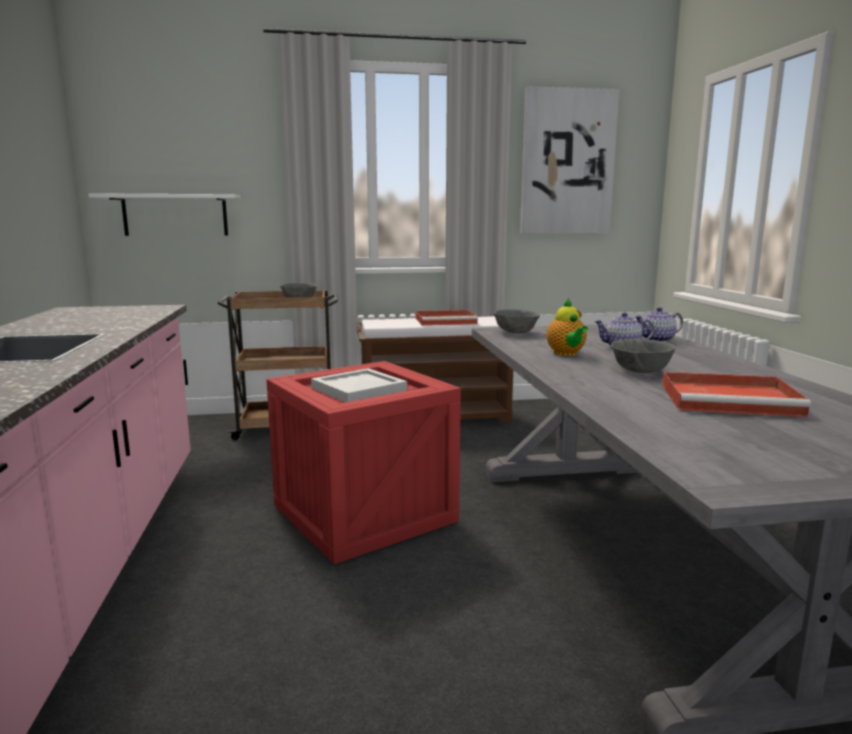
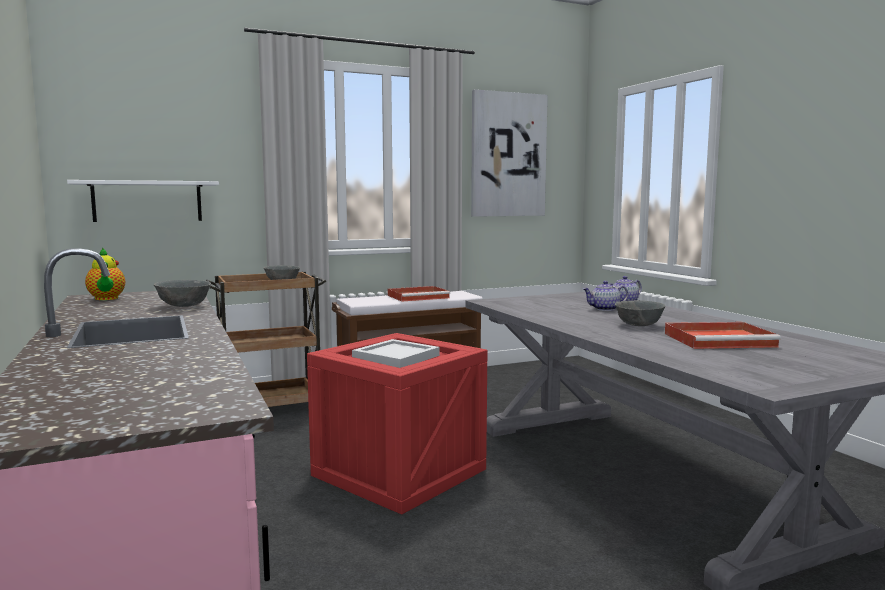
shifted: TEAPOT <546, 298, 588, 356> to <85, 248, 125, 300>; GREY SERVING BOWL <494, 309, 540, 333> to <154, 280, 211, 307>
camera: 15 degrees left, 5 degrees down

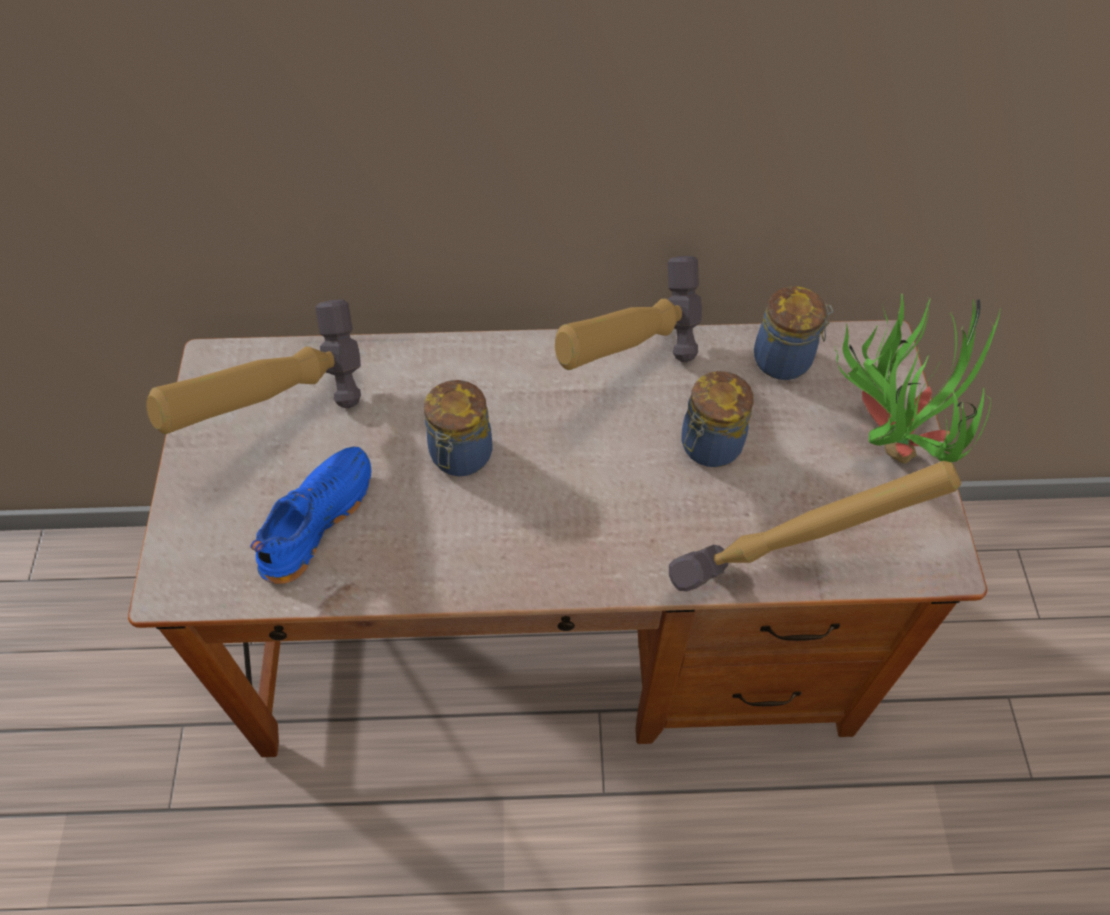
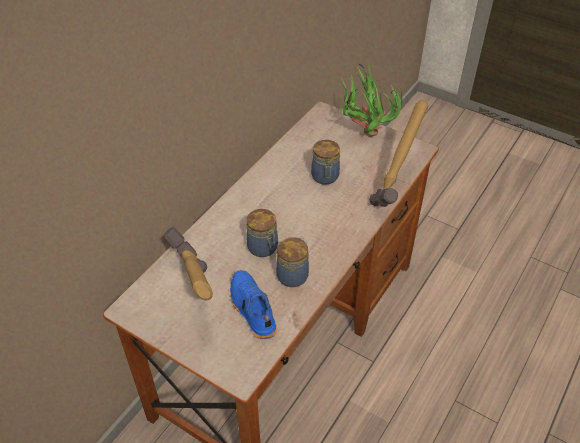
gone: TOOL HAMMER <555, 256, 702, 370>
shifted: JAR <754, 286, 833, 380> to <276, 237, 309, 287>
camera: 55 degrees left, 10 degrees down

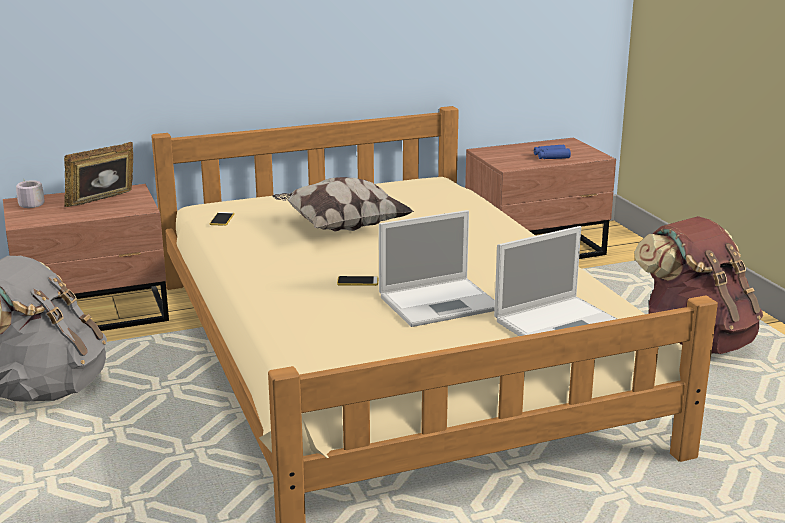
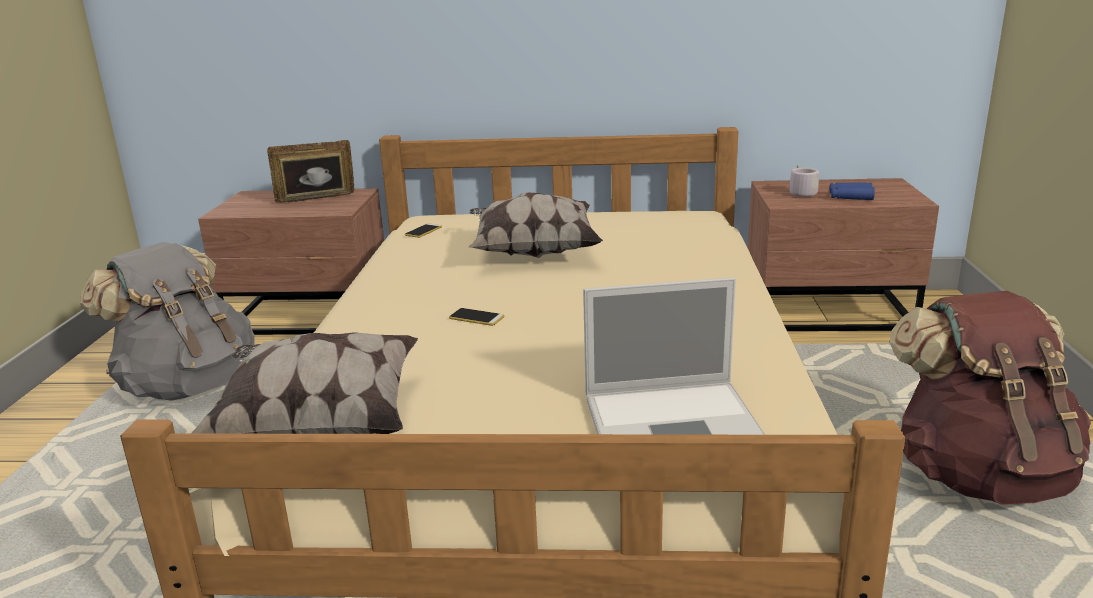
gone: PORTABLE COMPUTER <379, 210, 495, 327>
new: PILLOW <192, 332, 418, 434>
shifted: GREY MUG <16, 180, 45, 212> to <789, 165, 819, 197>
camera: 25 degrees right, 0 degrees up

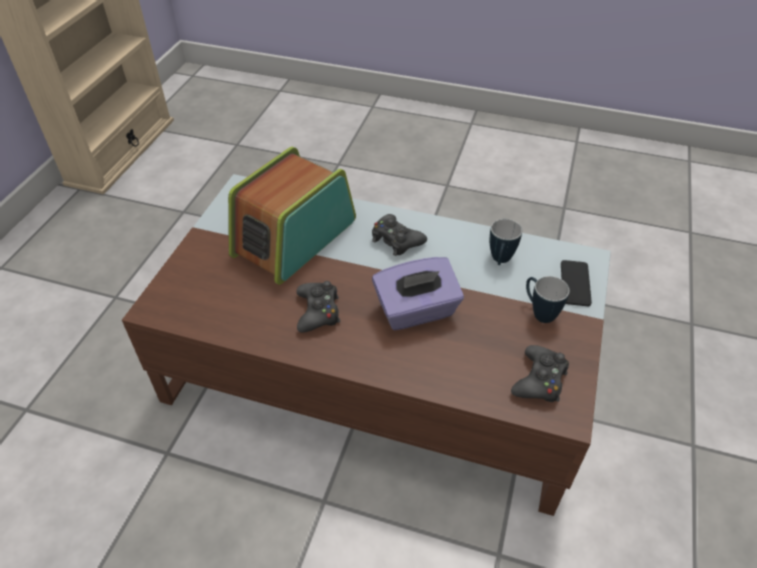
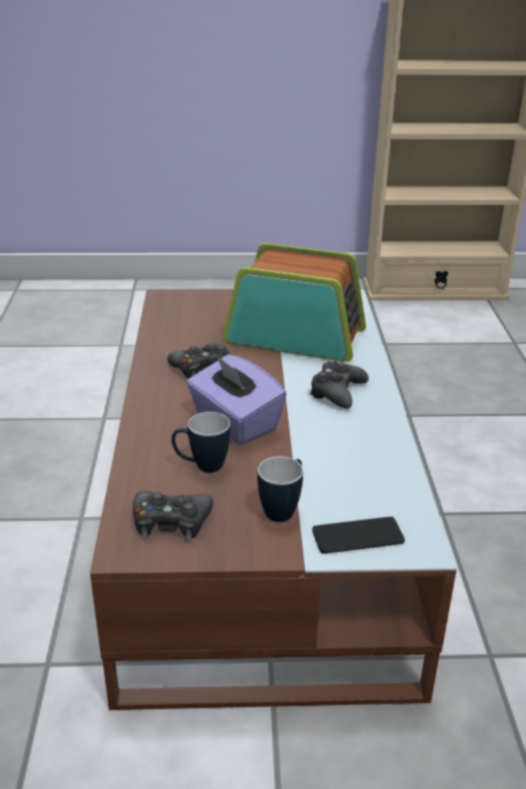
shifted: MUG <490, 219, 522, 265> to <171, 412, 230, 473>
camera: 70 degrees right, 15 degrees down

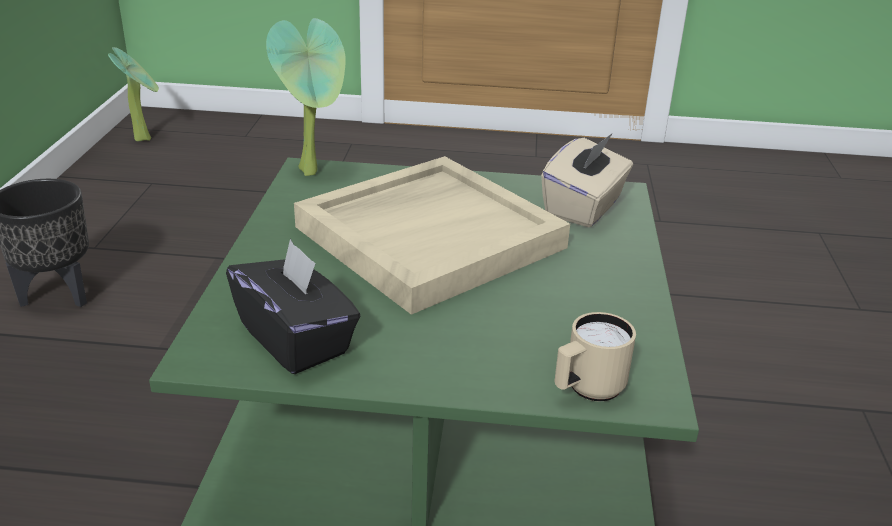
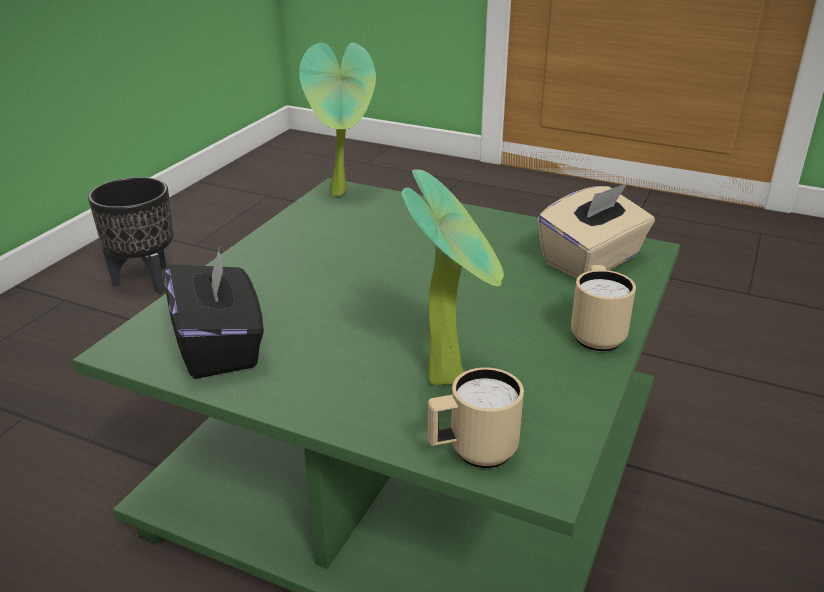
gone: SAND-COLOURED SERVING TRAY <294, 156, 570, 315>
new: SAND-COLOURED MUG <571, 265, 636, 352>
shifted: POTTED PLANT <108, 47, 159, 141> to <402, 169, 504, 385>
camera: 20 degrees right, 0 degrees up

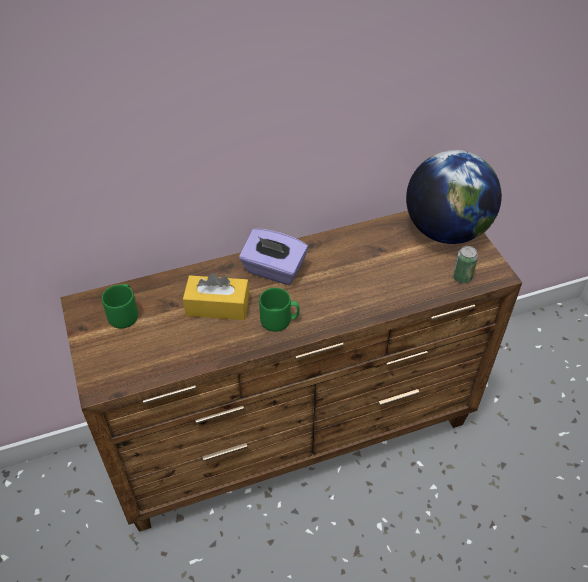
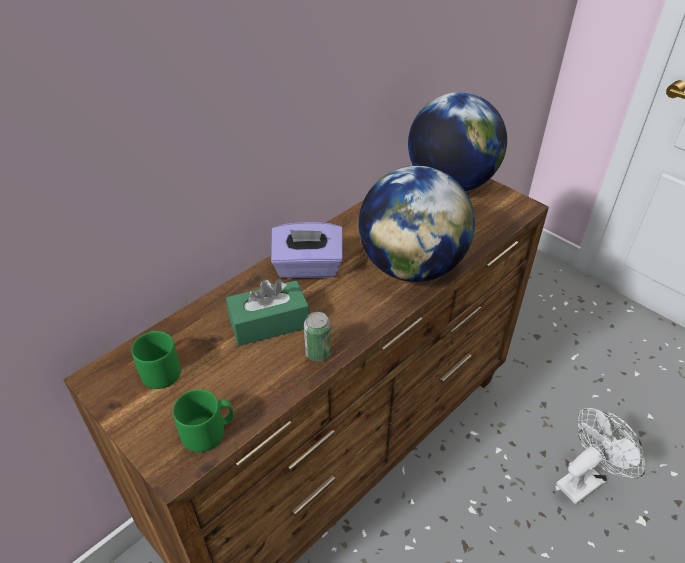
new: GLOBE <358, 166, 475, 282>; WHITE-COLOURED FAN <556, 408, 645, 505>
shifted: CAN <453, 246, 478, 283> to <304, 312, 331, 361>; GREEN-COLOURED MUG <259, 288, 300, 332> to <173, 389, 233, 453>
repainted: YELLOW TISSUE HOLDER <183, 273, 249, 320> to GREEN-COLOURED TISSUE HOLDER <226, 279, 309, 346>
camera: 25 degrees left, 5 degrees down

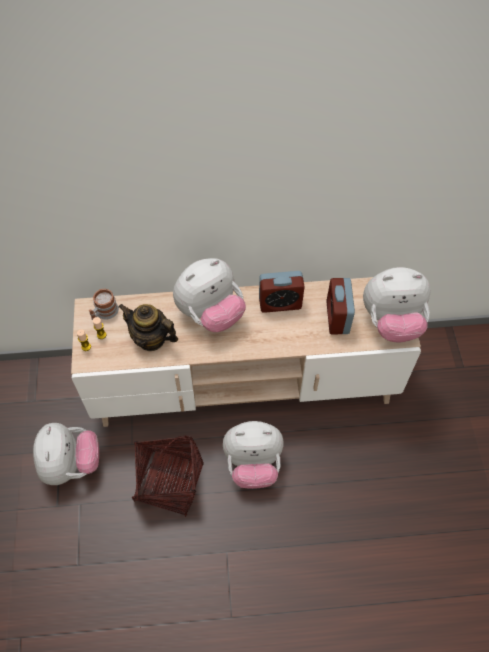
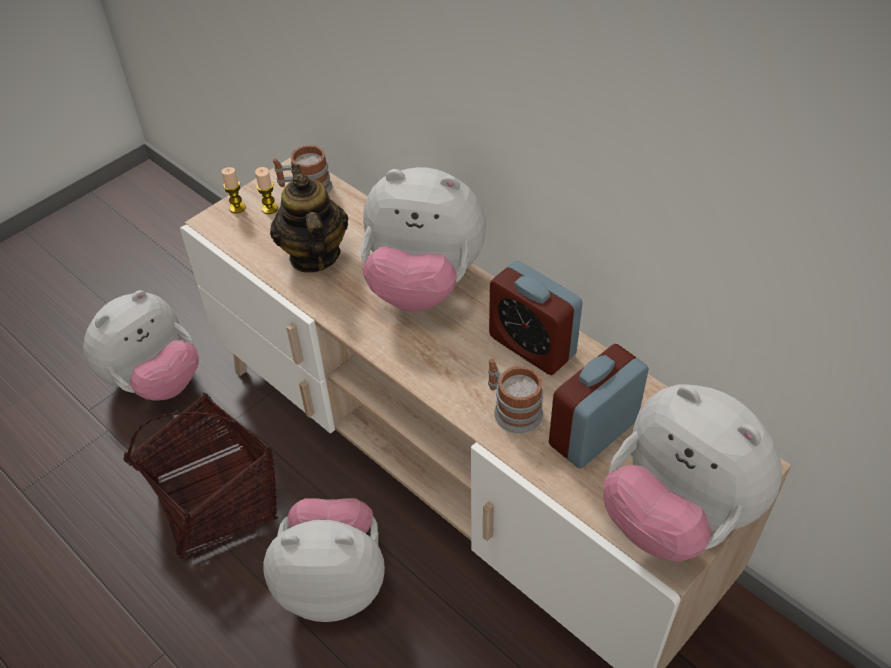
new: MUG <488, 358, 543, 434>
rotated: PLUSH TOY <223, 421, 284, 489> = <263, 498, 385, 622> 135 degrees clockwise
camera: 50 degrees right, 10 degrees down

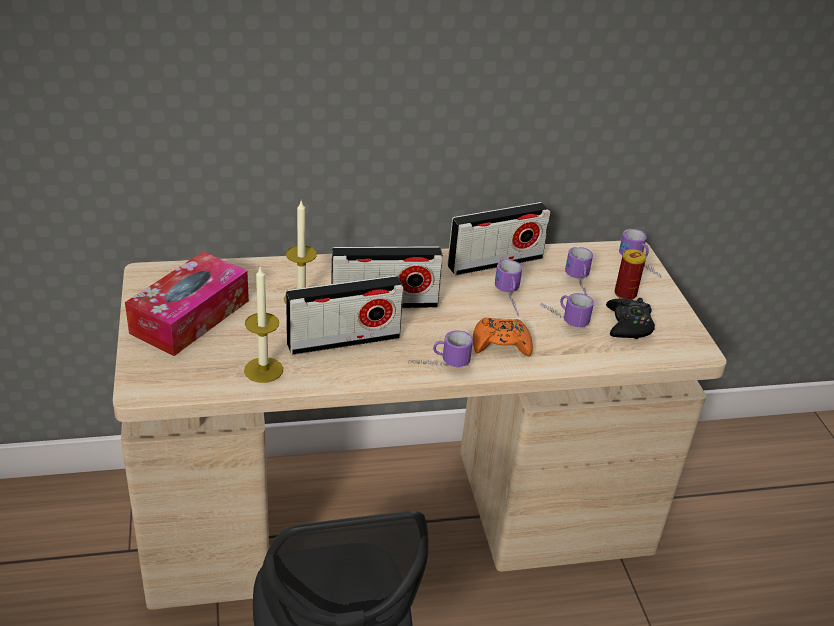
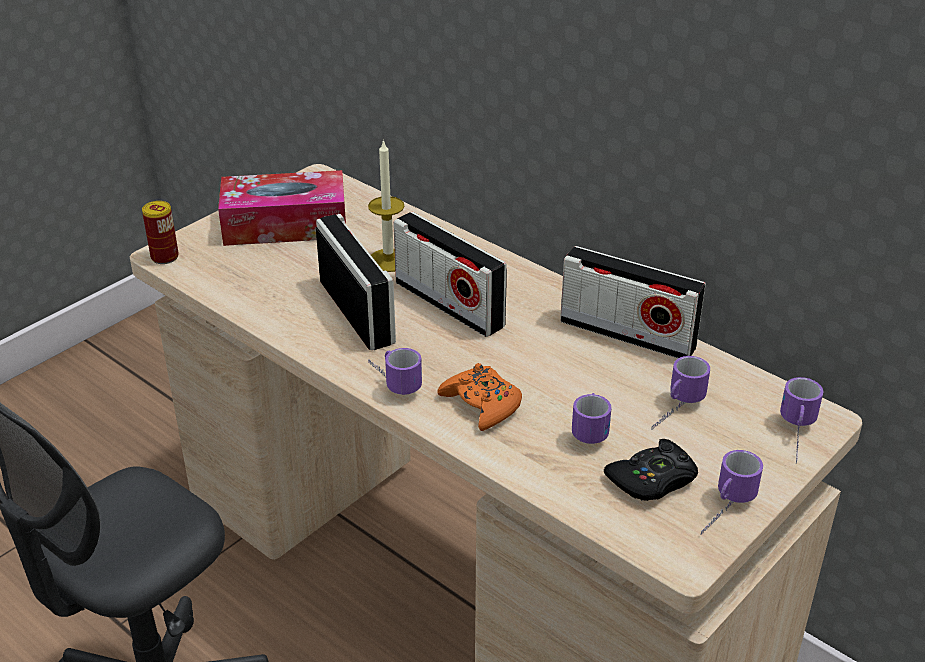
gone: WAX CANDLE <244, 265, 283, 383>
shifted: CAN <615, 249, 646, 300> to <142, 201, 179, 264>; MUG <495, 260, 522, 317> to <701, 450, 763, 535>
rotated: RADIO RECEIVER <286, 275, 404, 355> = <316, 214, 396, 350> 150 degrees counterclockwise
camera: 55 degrees right, 0 degrees up

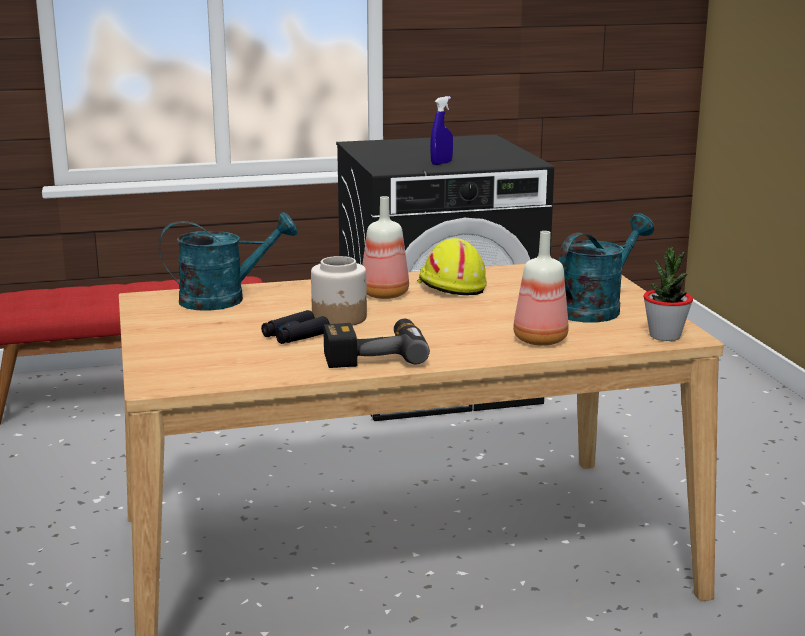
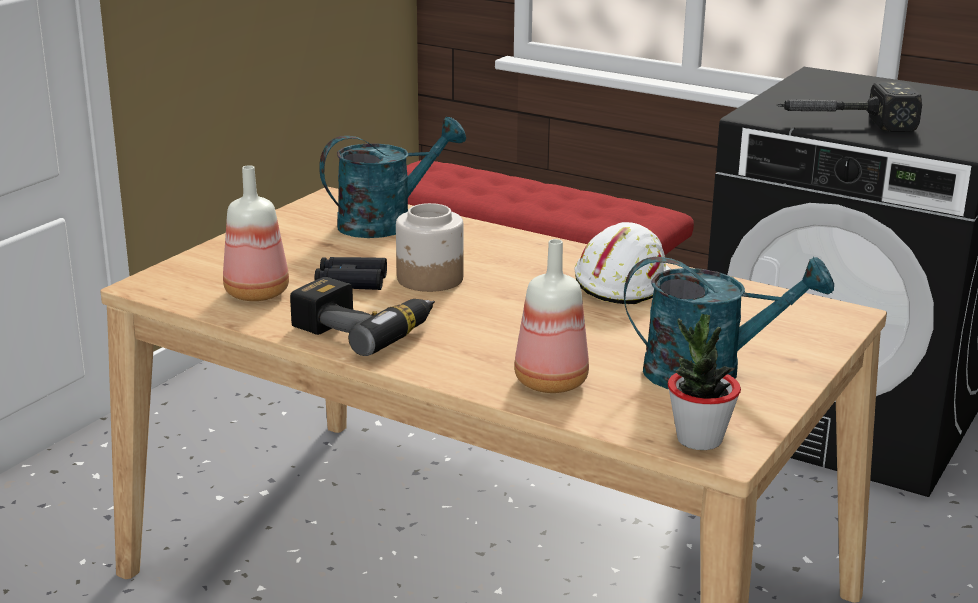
shifted: DRINK BOTTLE <362, 196, 409, 299> to <223, 165, 289, 301>
swapped: BLUE SPRAYER <430, 96, 453, 165> to TOOL HAMMER <777, 81, 922, 132>
repainted: YELLOW WORK HELMET <417, 238, 487, 296> to WHITE-COLOURED WORK HELMET <575, 222, 671, 304>
rotated: BLUE-GREEN WATERING CAN <159, 212, 298, 311> = <319, 117, 466, 238> 60 degrees counterclockwise
camera: 45 degrees right, 5 degrees up

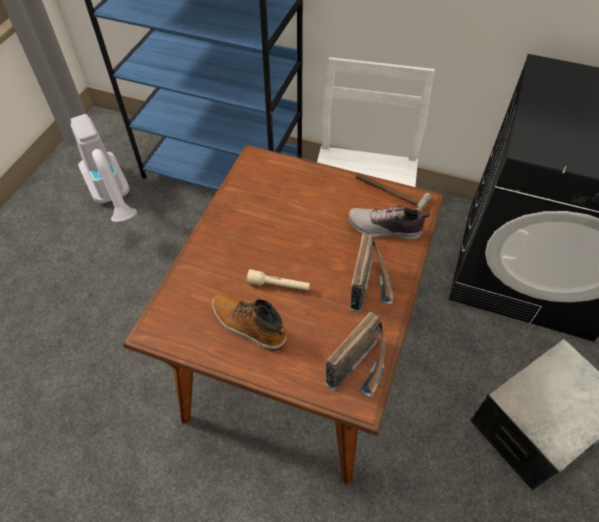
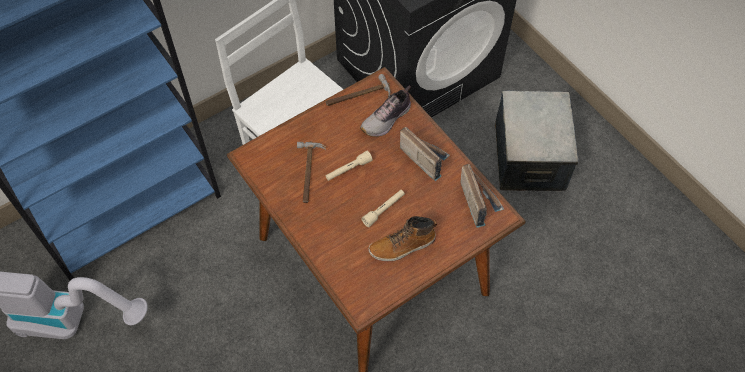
new: TOOL HAMMER <297, 142, 326, 203>; SAND-COLOURED HAND TORCH <325, 151, 372, 181>
camera: 55 degrees left, 5 degrees up

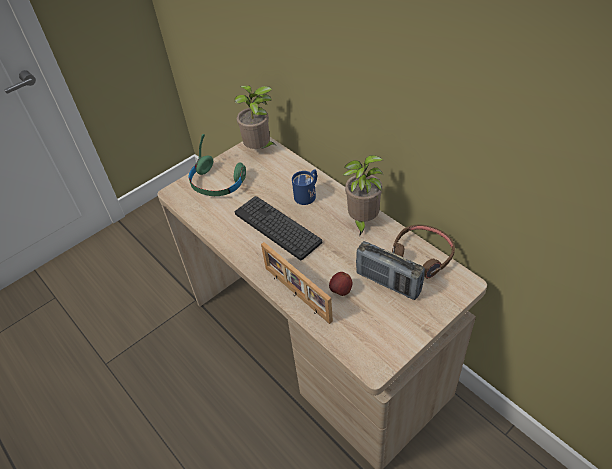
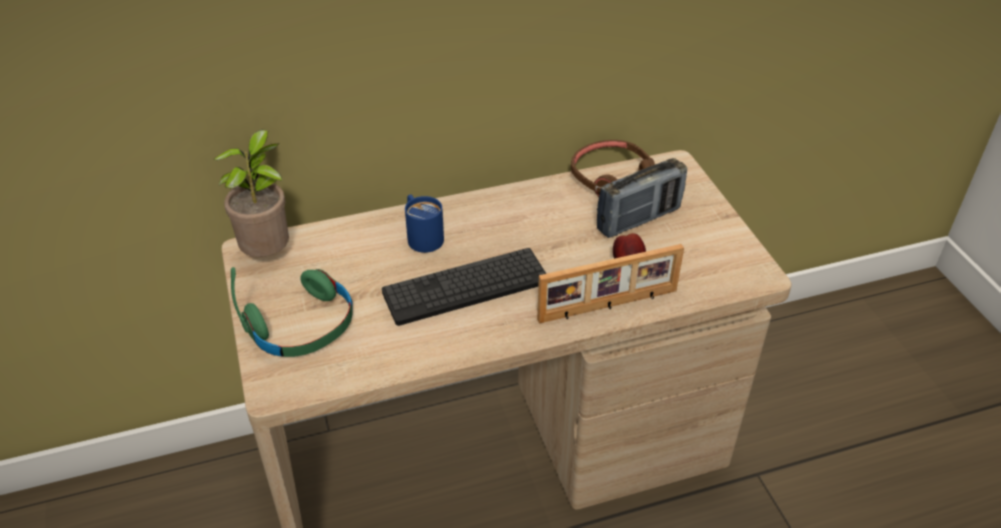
gone: POTTED PLANT <343, 155, 383, 236>
camera: 70 degrees left, 5 degrees down

